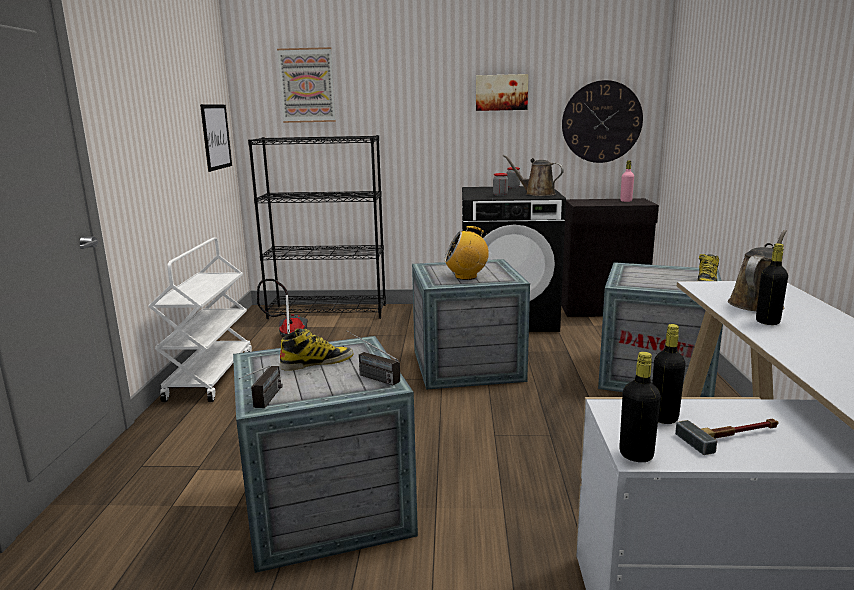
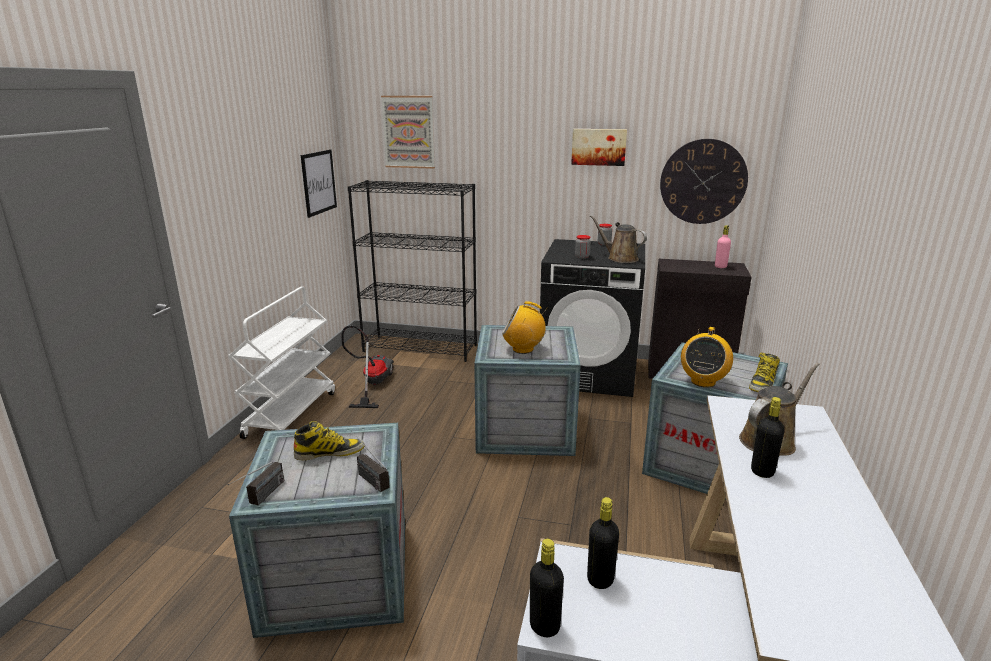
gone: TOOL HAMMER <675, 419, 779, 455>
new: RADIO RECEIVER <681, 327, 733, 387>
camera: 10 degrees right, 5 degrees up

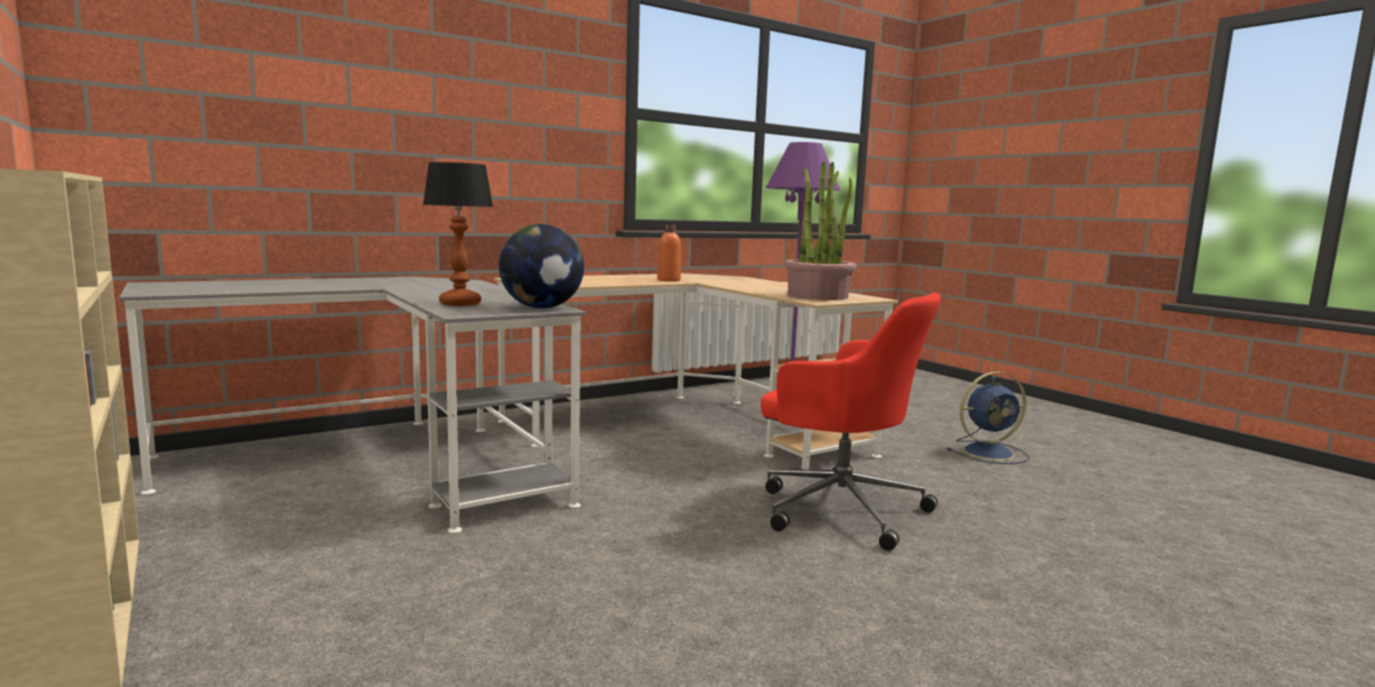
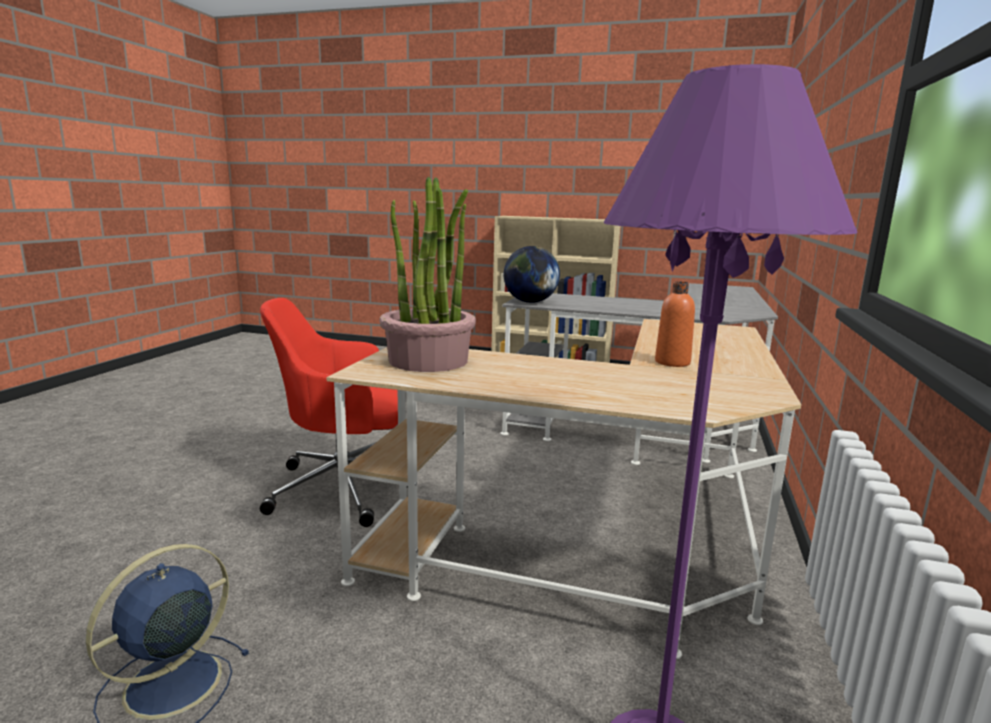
gone: TABLETOP LAMP <423, 162, 493, 306>
camera: 140 degrees right, 5 degrees up

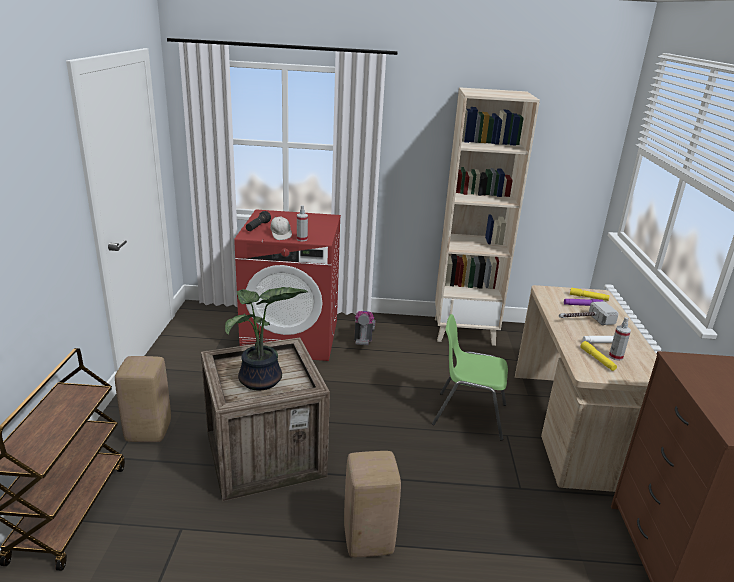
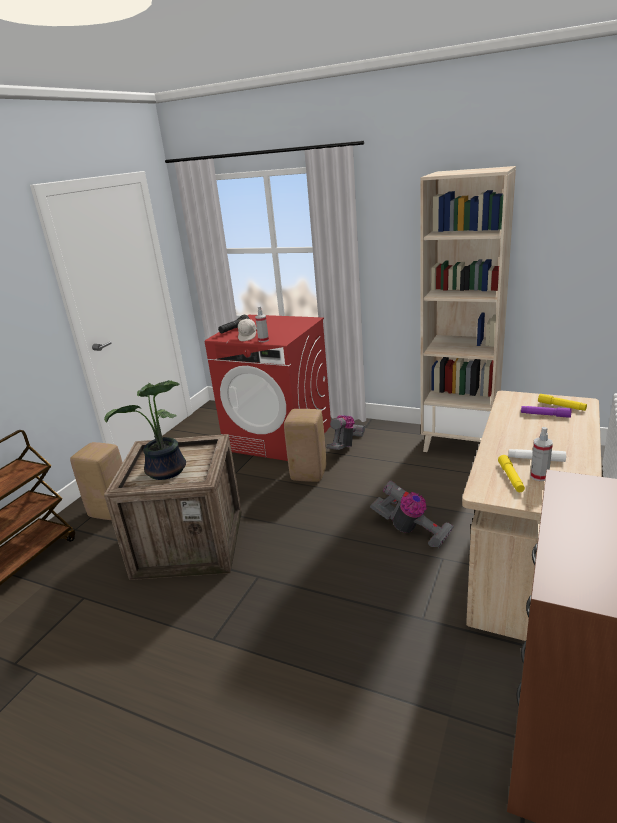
gone: TOOL HAMMER <559, 301, 619, 325>
shifted: SAND-COLOURED STOOL <344, 451, 401, 557> to <284, 409, 326, 482>
swapped: GREEN-COLOURED PLAIN CHAIR <432, 314, 508, 441> to HOOVER <370, 481, 454, 548>
camera: 25 degrees right, 0 degrees up

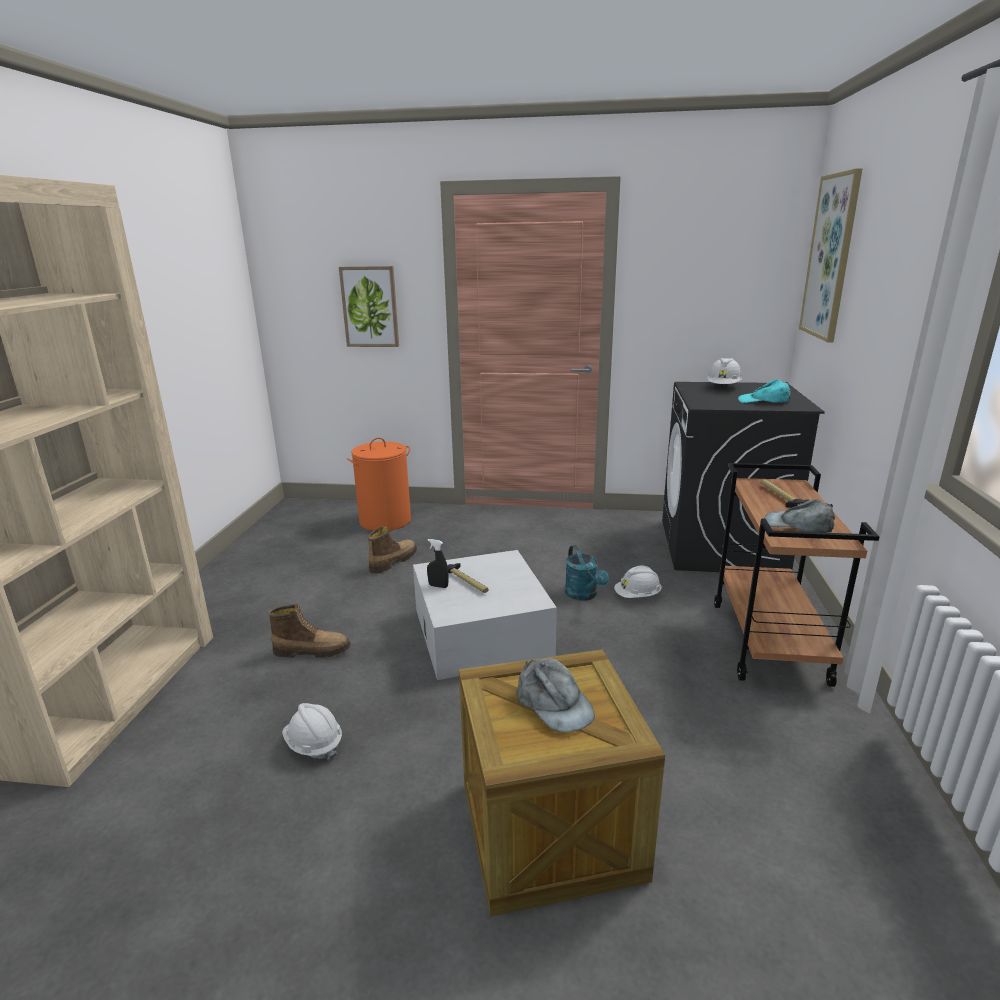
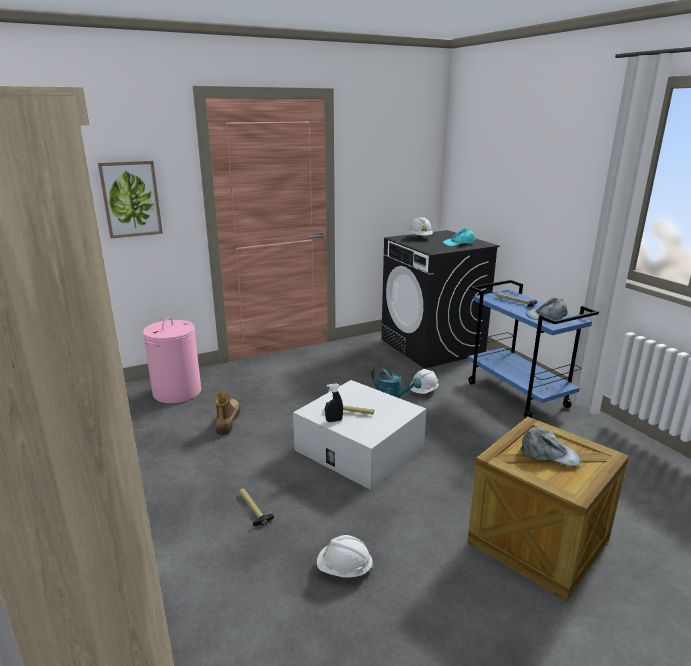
gone: WALL PICTURE <799, 168, 863, 342>
swapped: BOOT <268, 604, 351, 658> to TOOL HAMMER <239, 488, 274, 526>
repainted: ORANGE-COLOURED LAUNDRY BASKET <347, 437, 411, 531> to PINK LAUNDRY BASKET <143, 317, 201, 403>; BROWN CART <714, 463, 879, 687> to BLUE CART <468, 280, 599, 418>
camera: 35 degrees left, 0 degrees up

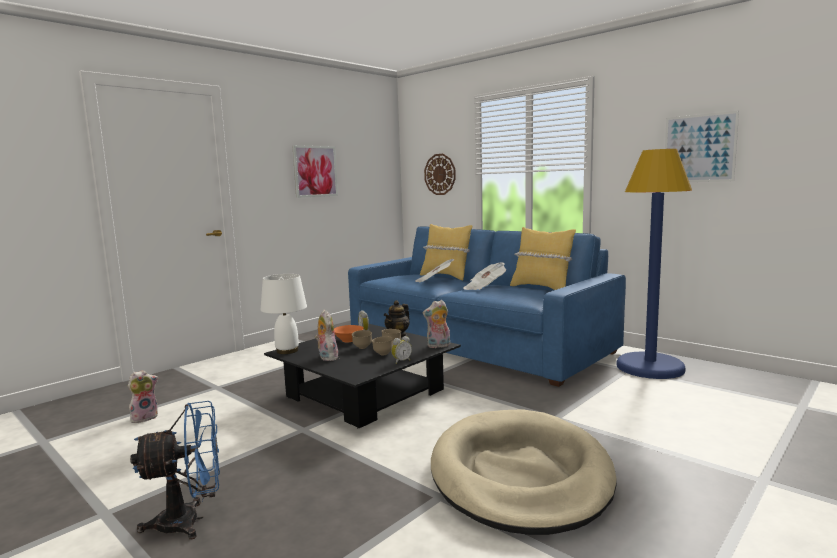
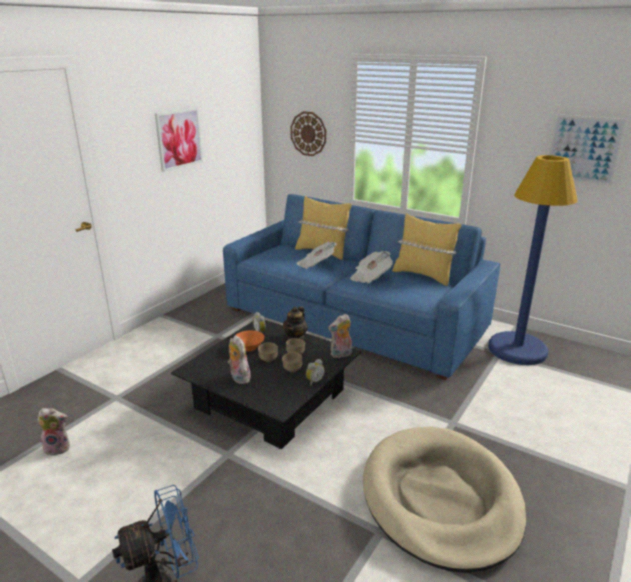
gone: WHITE-COLOURED TABLETOP LAMP <261, 274, 307, 354>
rotated: PLUSH TOY <128, 370, 158, 423> = <38, 408, 70, 456> 45 degrees clockwise
camera: 10 degrees left, 15 degrees up

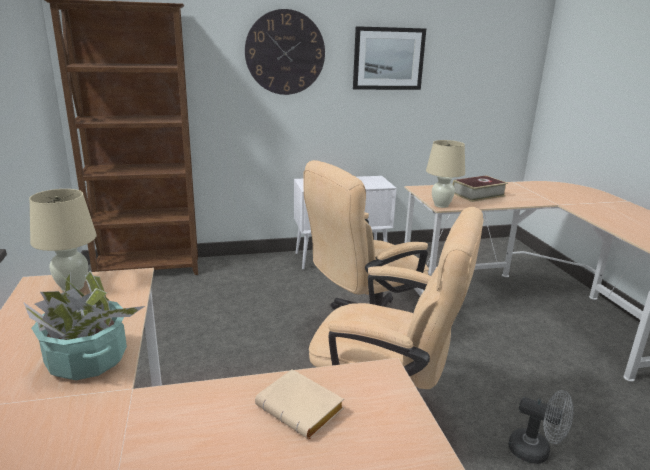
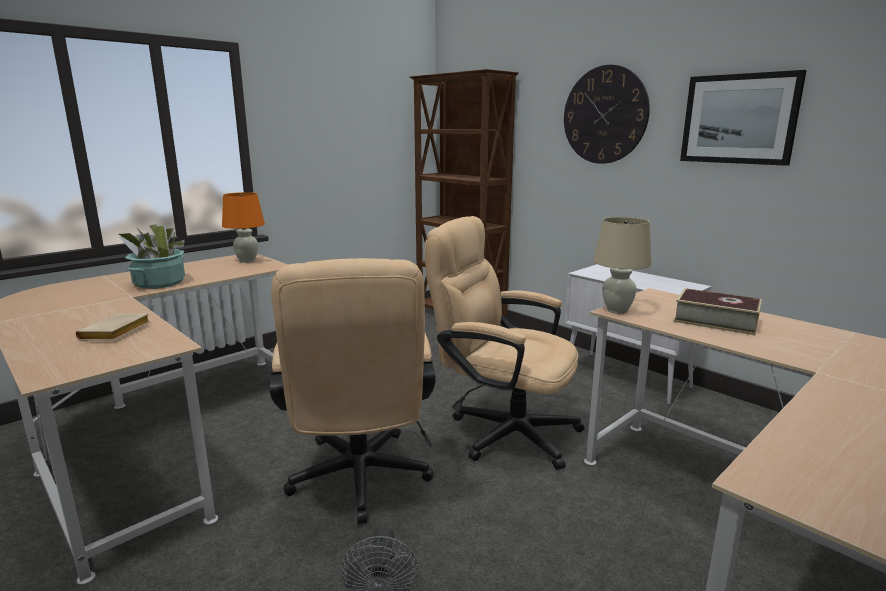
repainted: SAND-COLOURED TABLETOP LAMP <29, 189, 97, 292> to ORANGE-COLOURED TABLETOP LAMP <222, 192, 265, 263>
camera: 60 degrees right, 5 degrees down

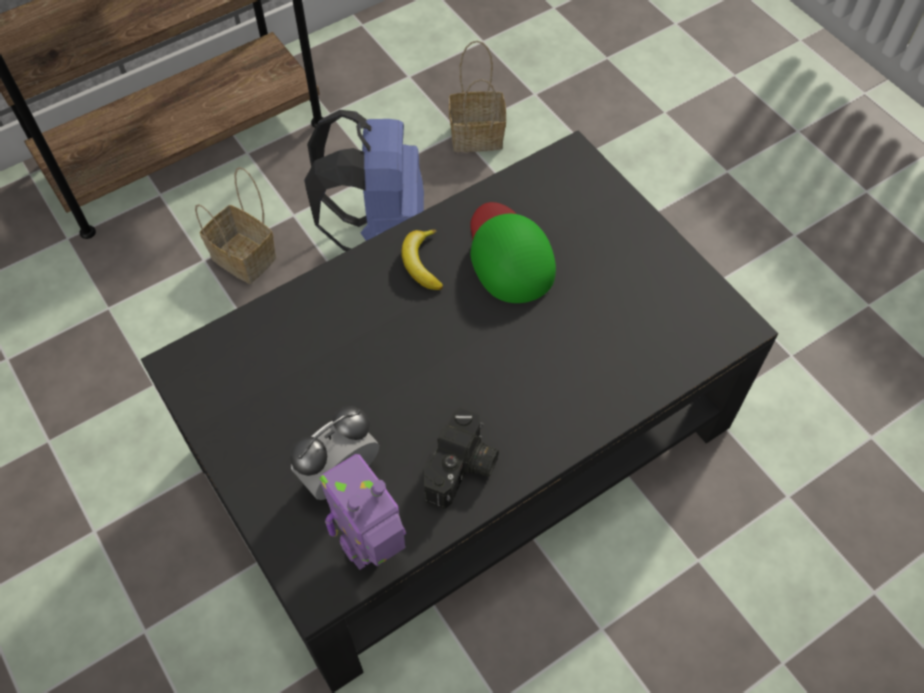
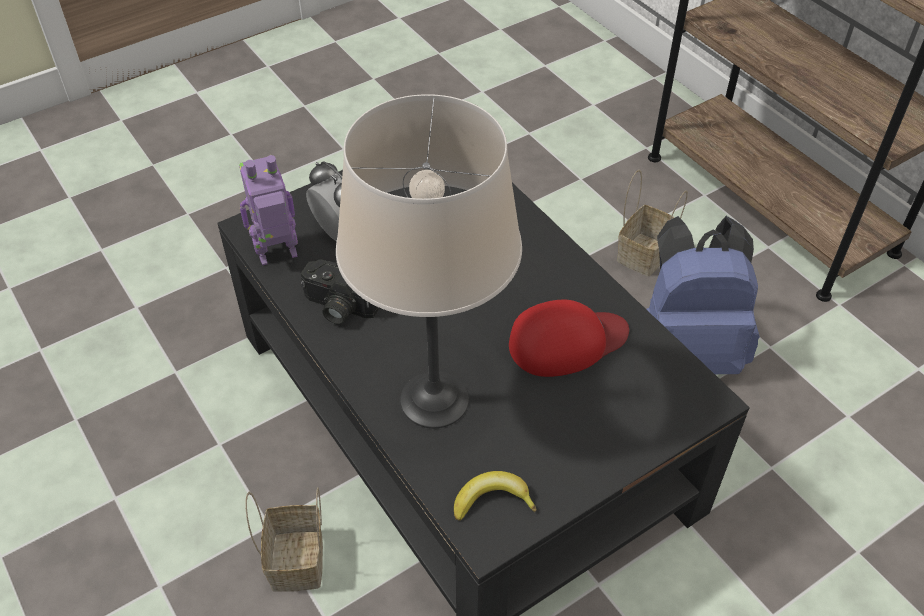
new: SAND-COLOURED TABLETOP LAMP <336, 94, 522, 428>
shifted: STORAGE BASKET <449, 41, 506, 152> to <245, 488, 323, 592>; BANANA <401, 229, 443, 290> to <454, 471, 537, 521>
repainted: GREEN-COLOURED BASEBALL CAP <470, 202, 556, 303> to REDDISH BASEBALL CAP <509, 300, 629, 377>
rotated: TOY ROBOT <319, 454, 406, 570> = <239, 155, 298, 265> 75 degrees counterclockwise
camera: 90 degrees right, 10 degrees down

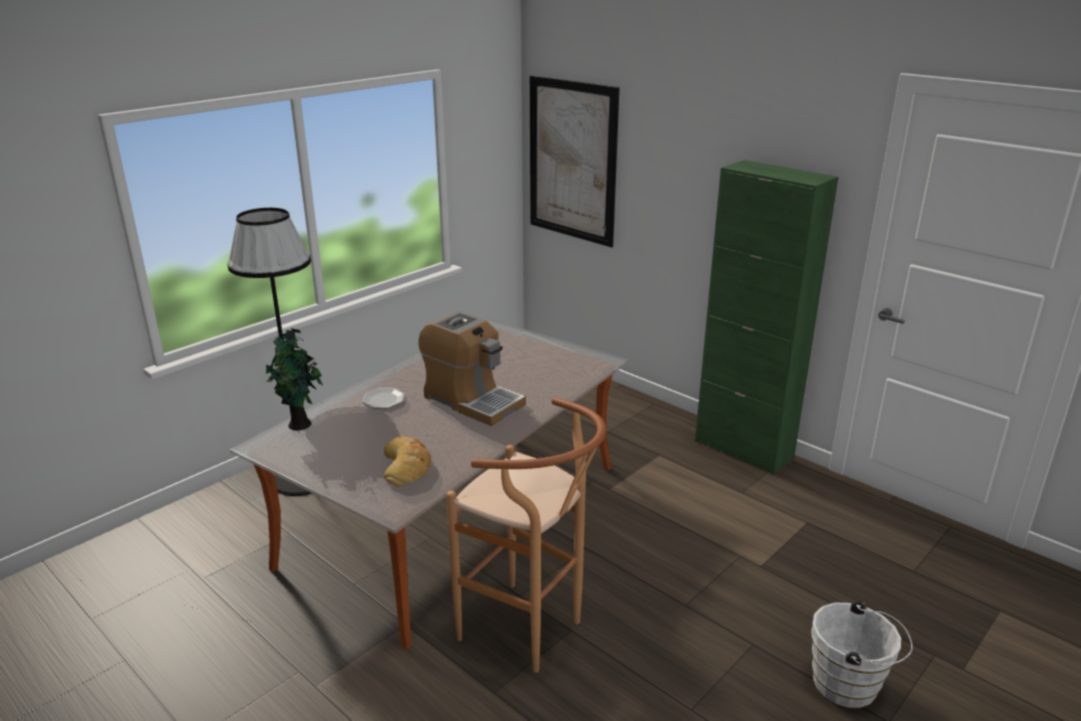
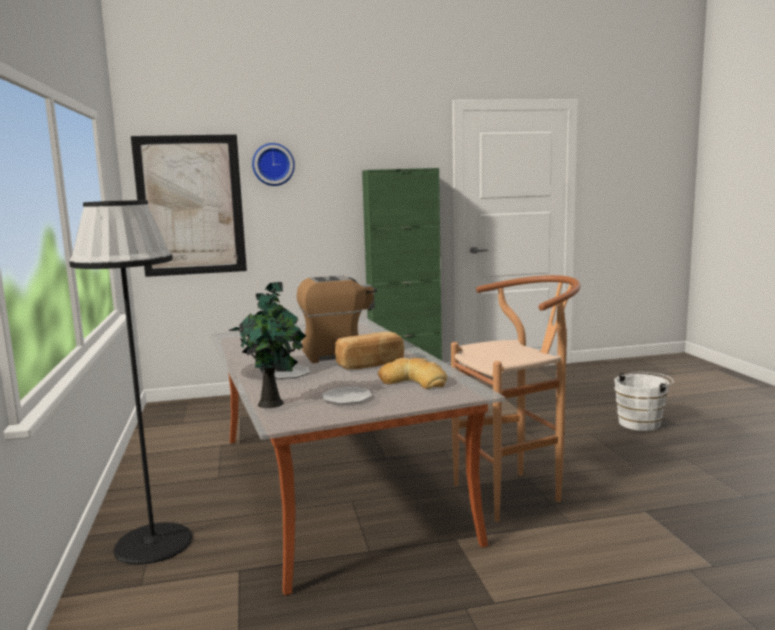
new: HANGING CLOCK <252, 143, 295, 186>; BREAD <335, 332, 404, 369>; FLAT DISH <322, 387, 372, 404>
camera: 55 degrees left, 15 degrees down

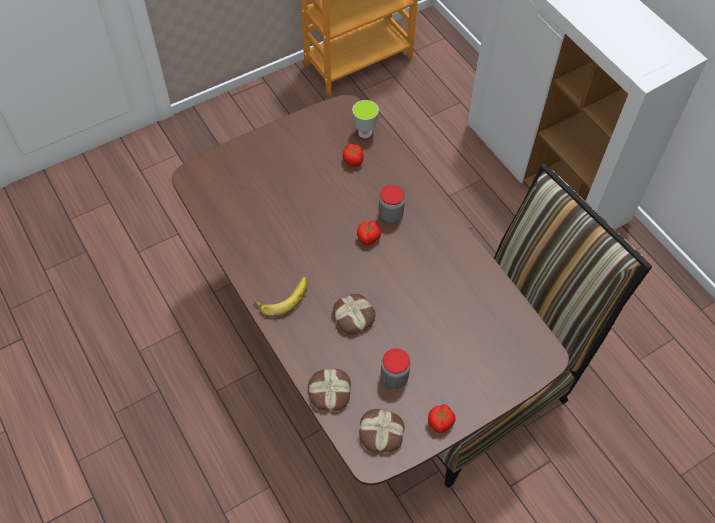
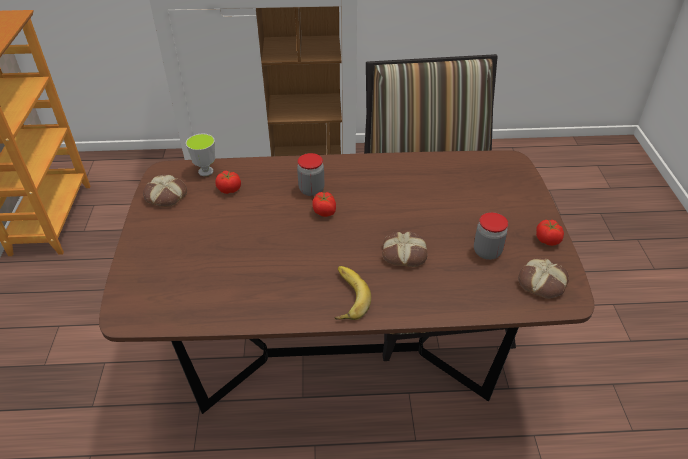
shifted: BREAD <308, 369, 351, 411> to <143, 174, 187, 207>
camera: 60 degrees left, 15 degrees down

